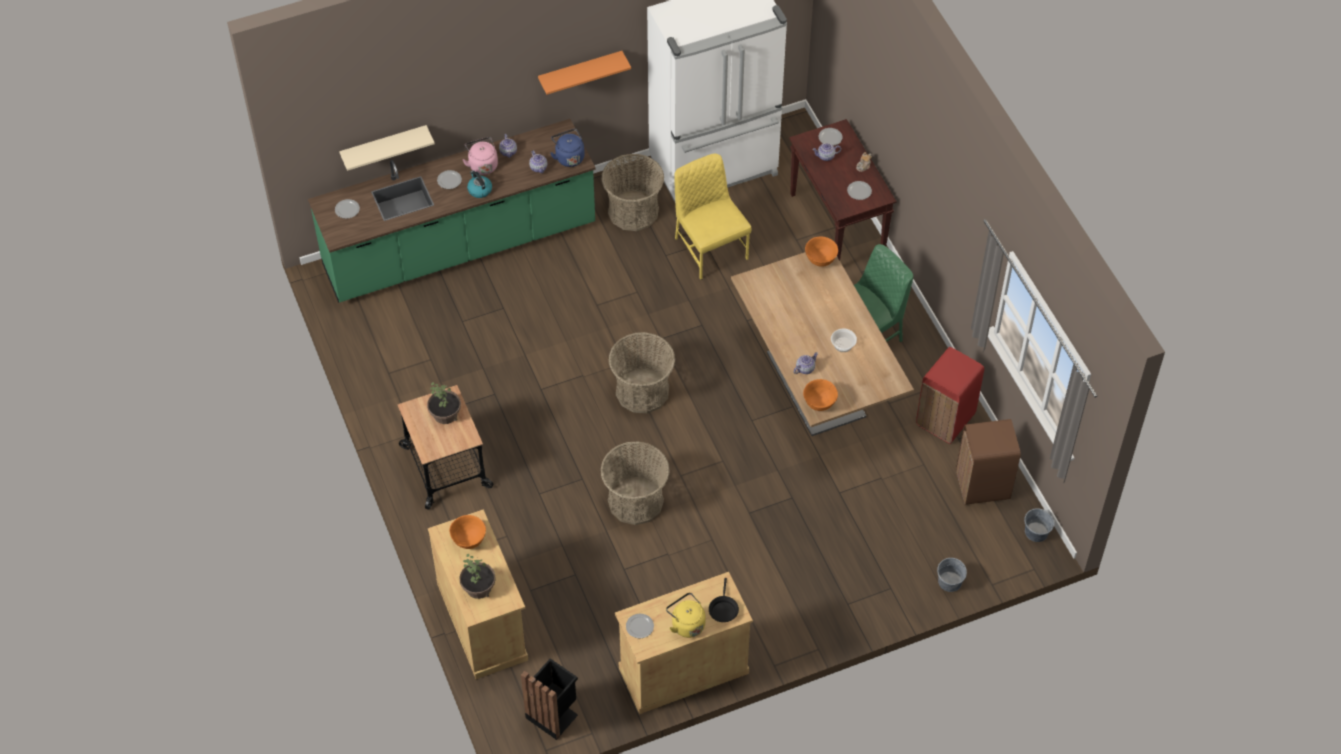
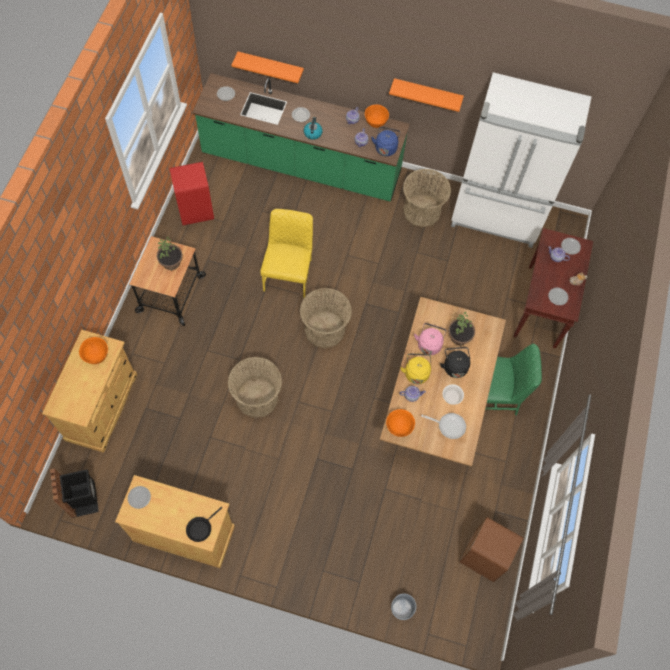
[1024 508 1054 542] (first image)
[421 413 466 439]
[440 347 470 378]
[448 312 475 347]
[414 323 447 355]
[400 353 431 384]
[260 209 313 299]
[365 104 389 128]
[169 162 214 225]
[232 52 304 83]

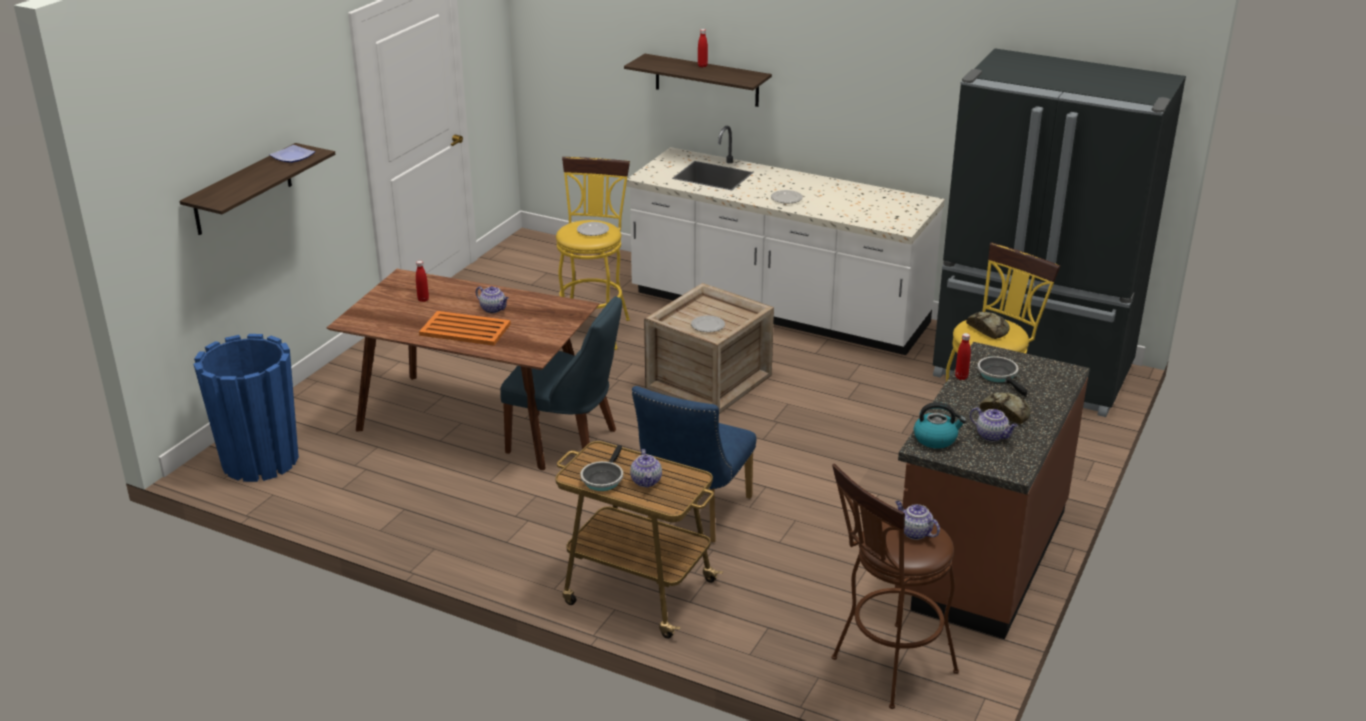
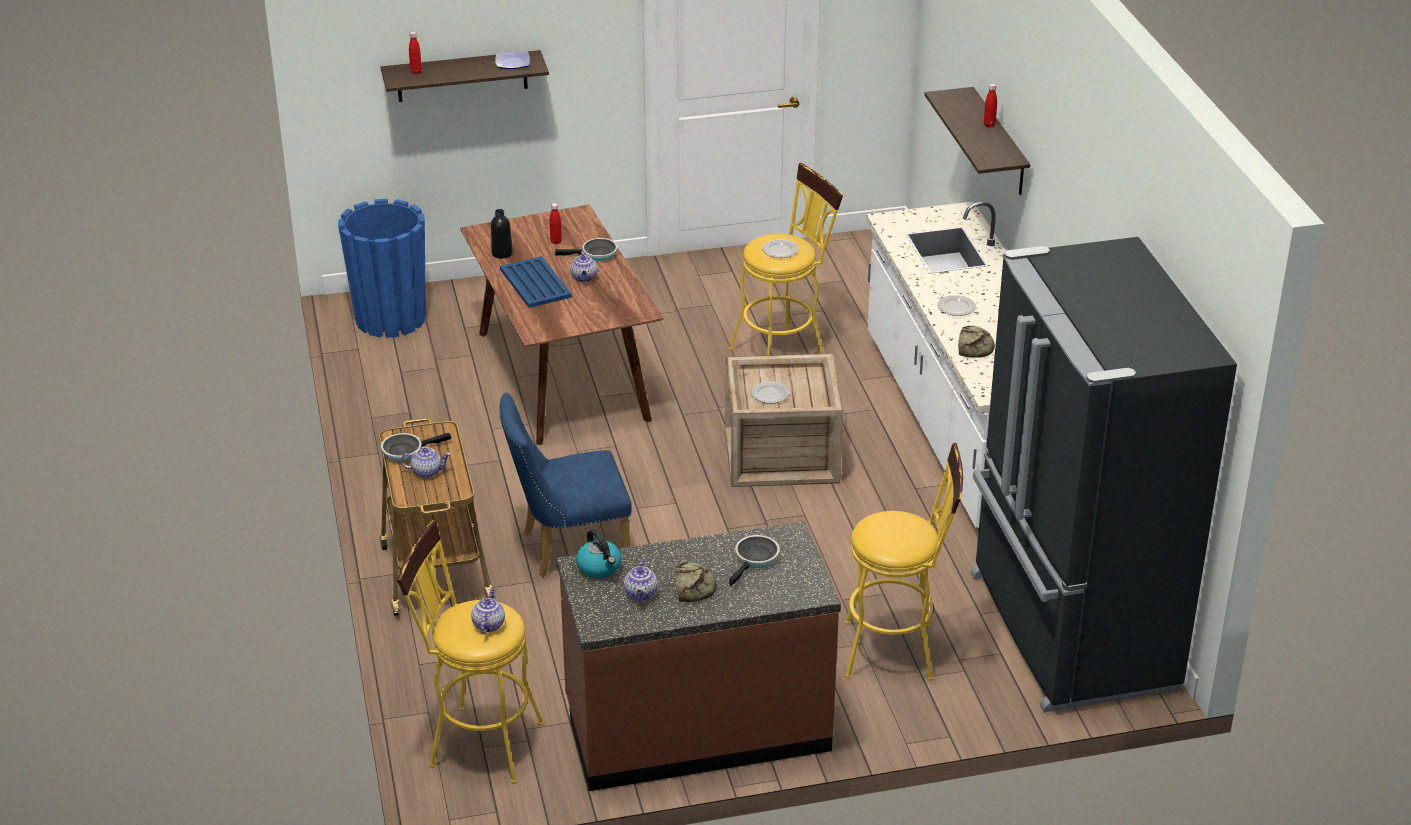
[500 297 622 454] (first image)
[491 209 513 259]
[555 238 618 261]
[409 32 422 74]
[958 326 995 358]
[500 256 572 308]
[397 520 544 784]
[400 447 451 478]

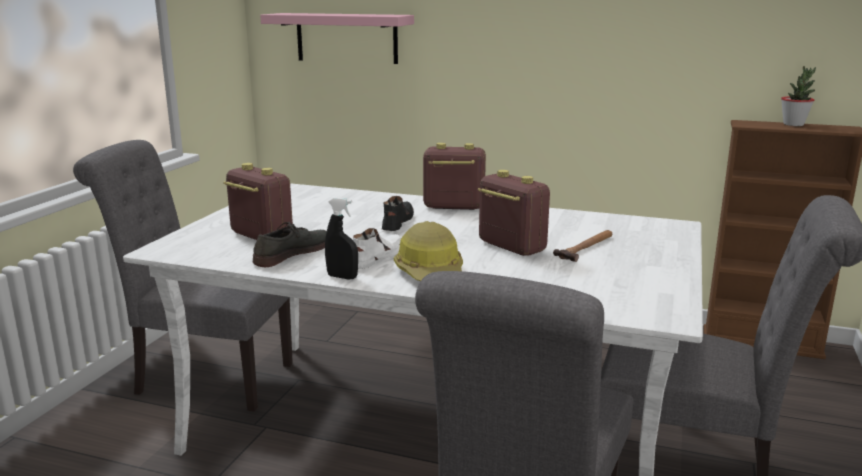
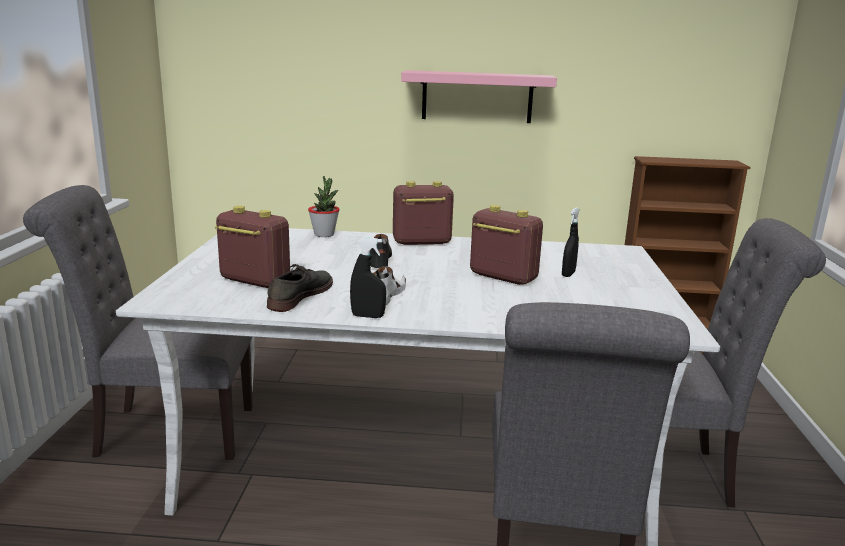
[394 221 463 281] (first image)
[401 70 557 123]
[308 176 339 237]
[562 208 579 277]

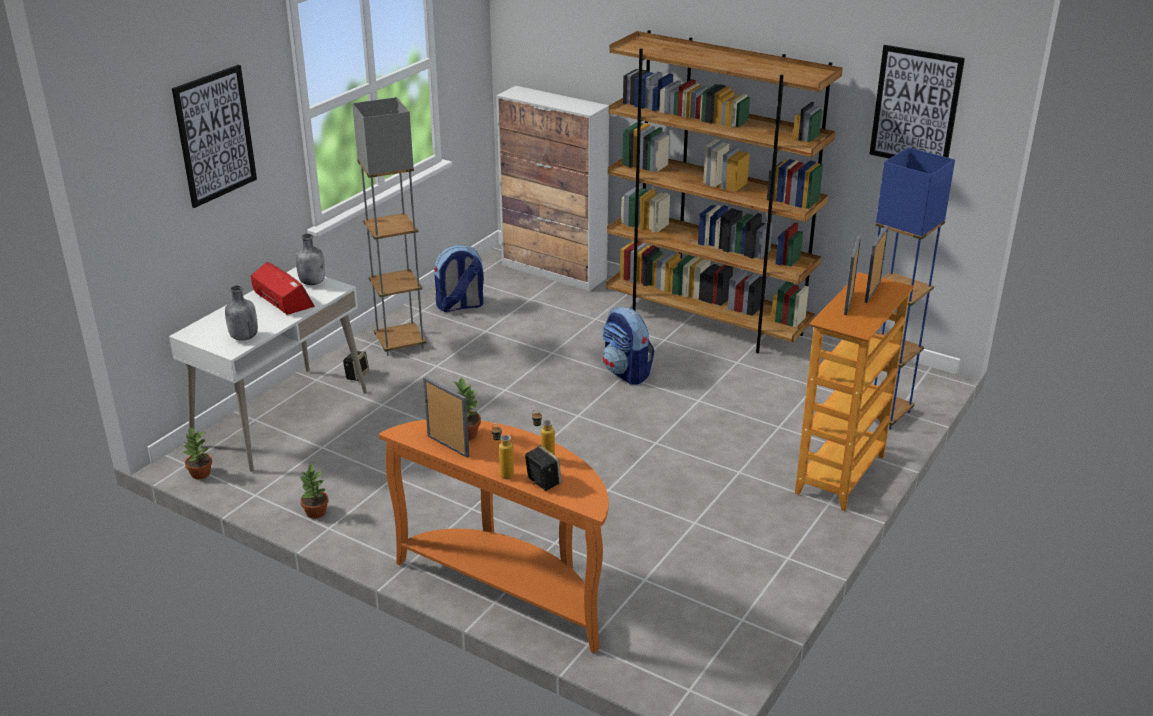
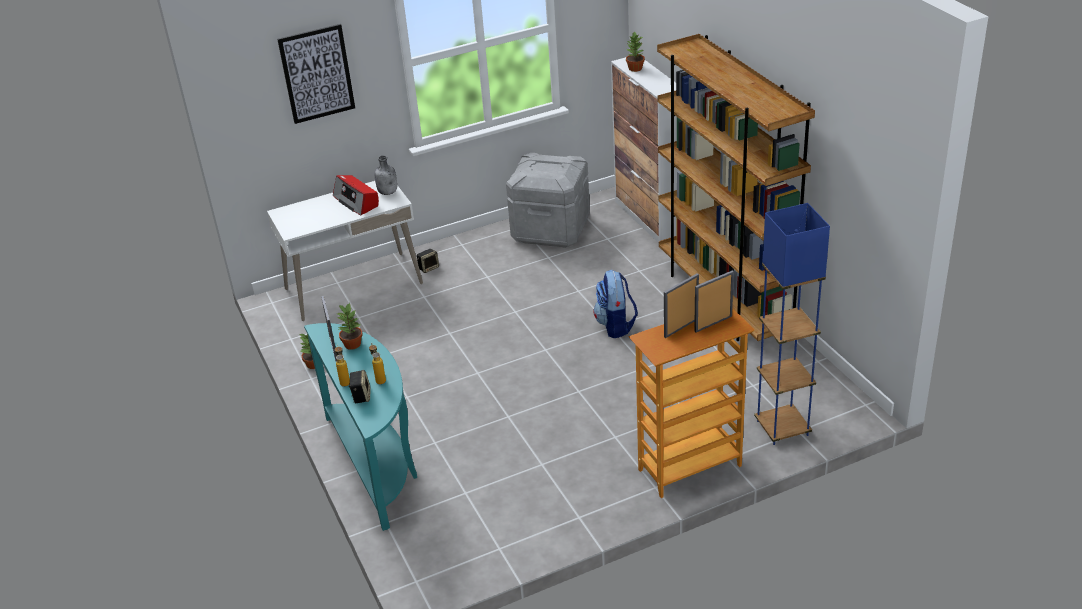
[225 285 258 341] (first image)
[352 97 426 356] (first image)
[869 45 965 159] (first image)
[626 31 645 72]
[506 153 590 248]
[304 323 417 531]
[333 175 379 216]

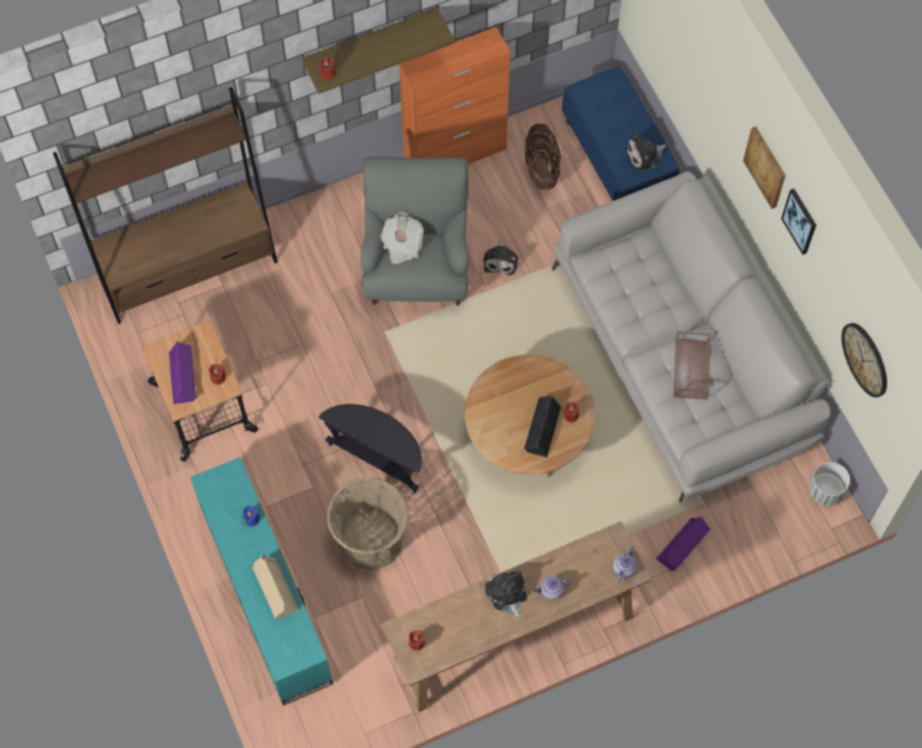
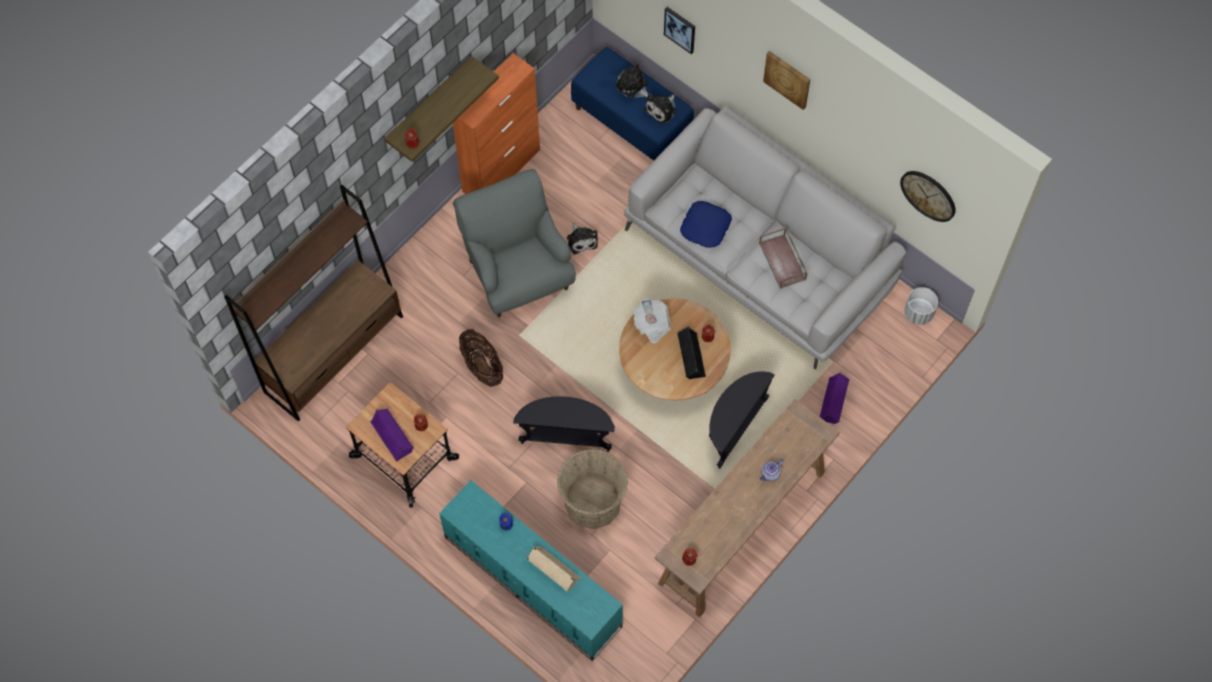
[613 546 637 582] (first image)
[680 201 732 248]
[709 371 775 469]
[634 298 671 344]
[616 63 649 98]
[459 329 503 387]
[664 7 695 54]

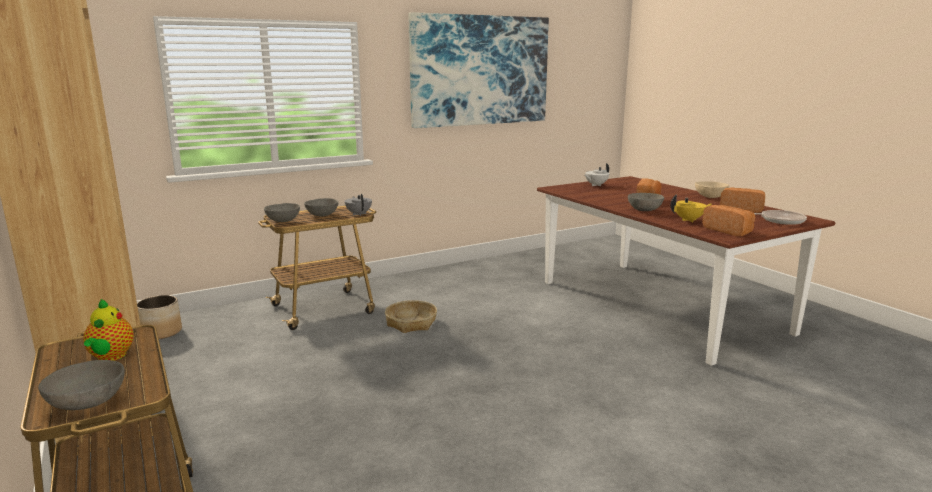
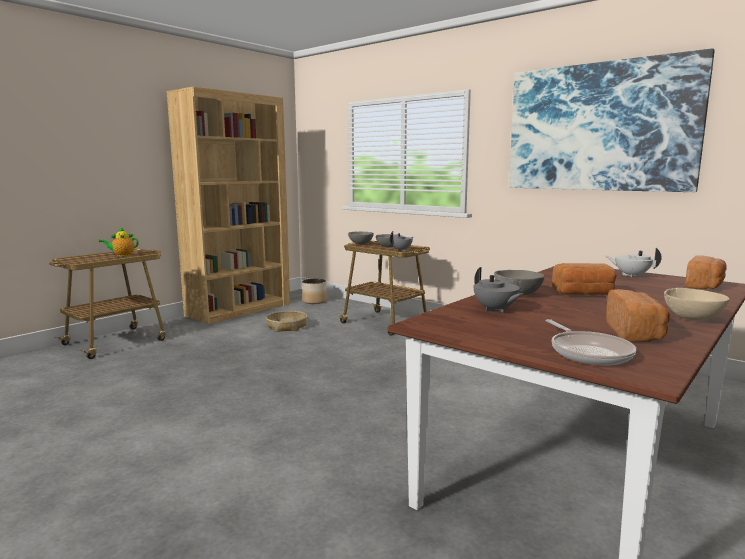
[38 360 125 410] (first image)
[266 311 307 332]
[685 255 727 289]
[474 267 523 313]

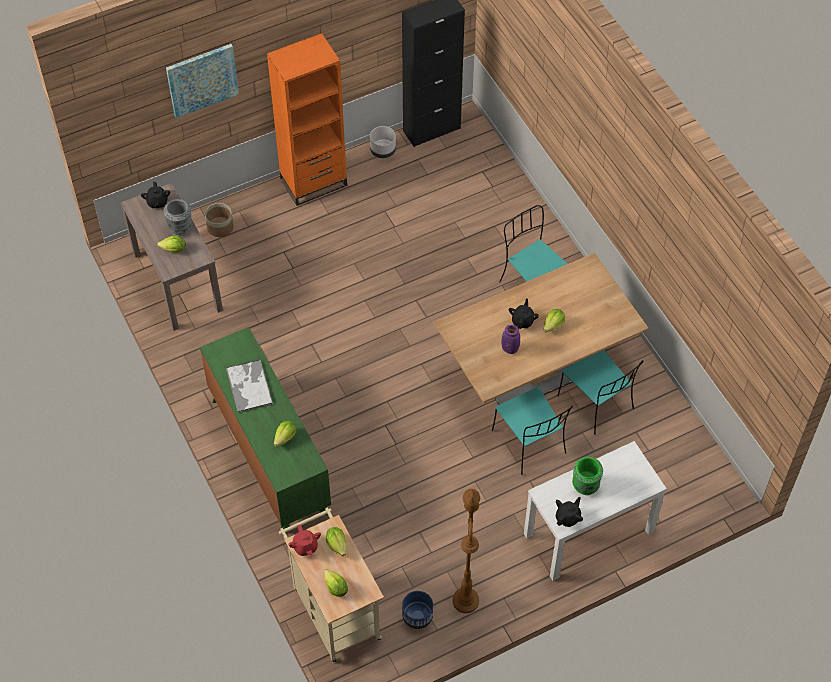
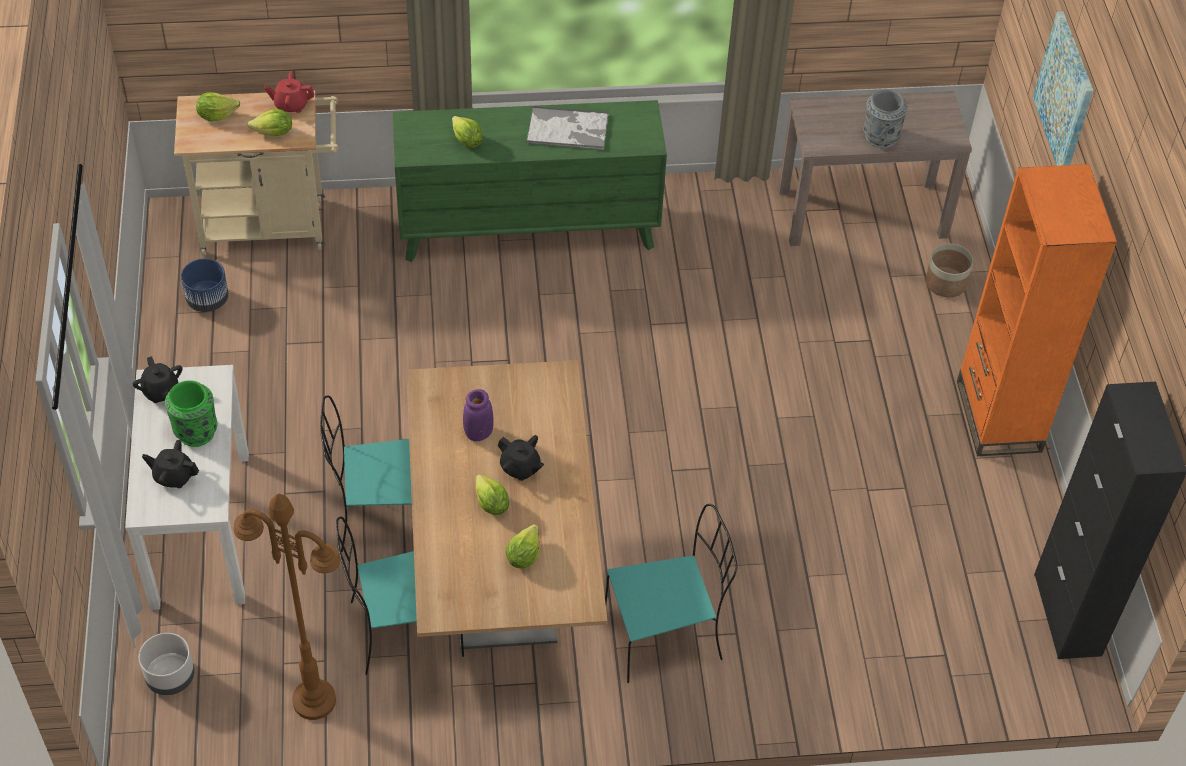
[142 440 199 488]
[505 524 539 569]
[139 633 195 695]
[233 494 341 720]

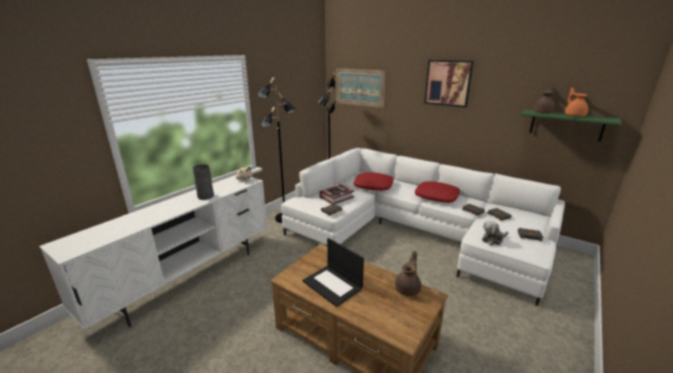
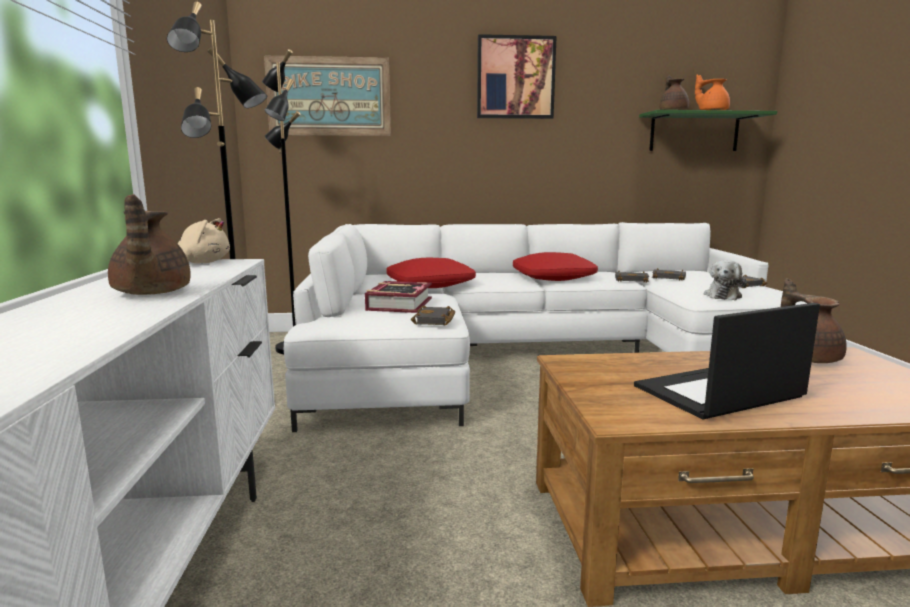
[108 194 191 295]
[634 303 820 419]

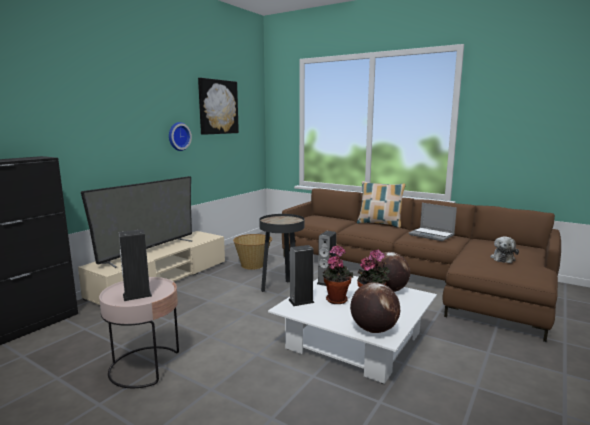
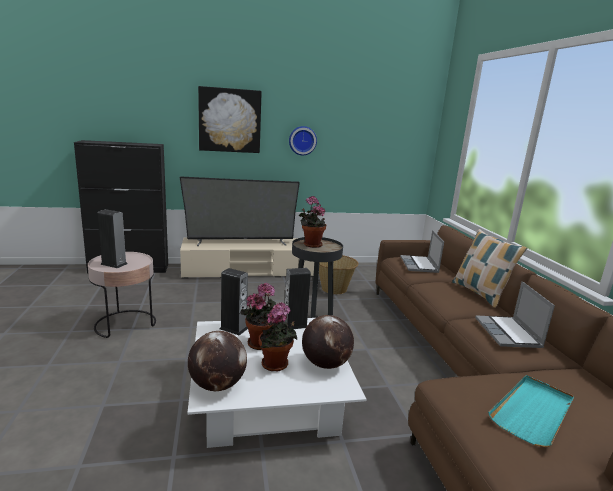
[299 196 326 248]
[400 230 444 273]
[198 86 262 153]
[488 375 574 447]

